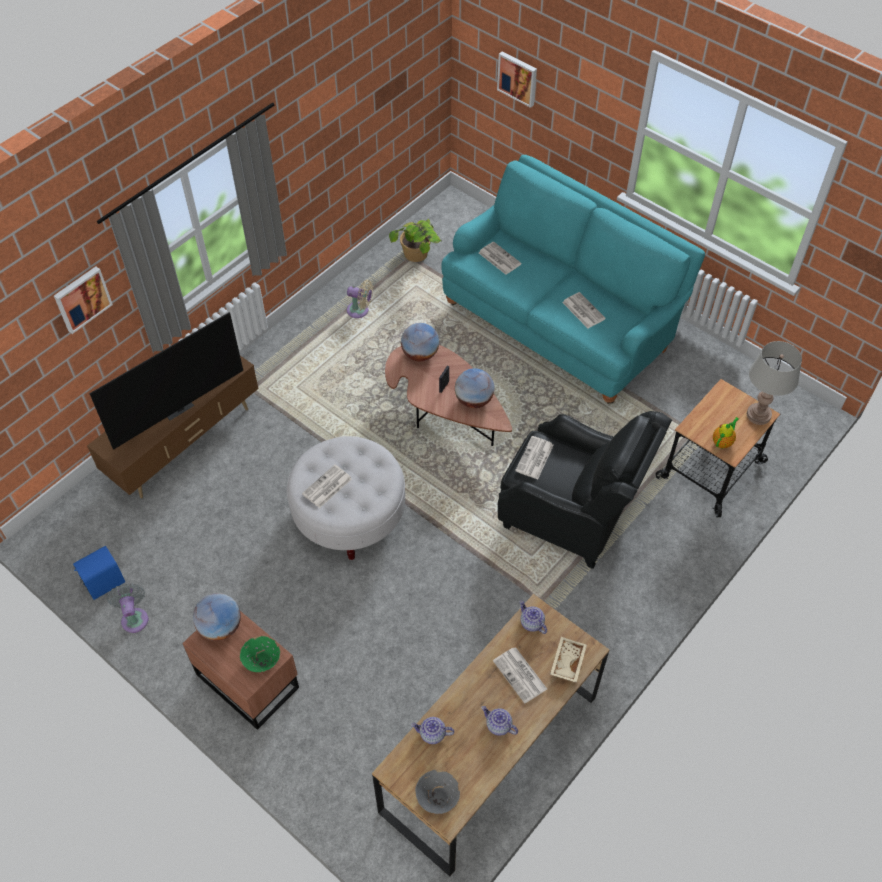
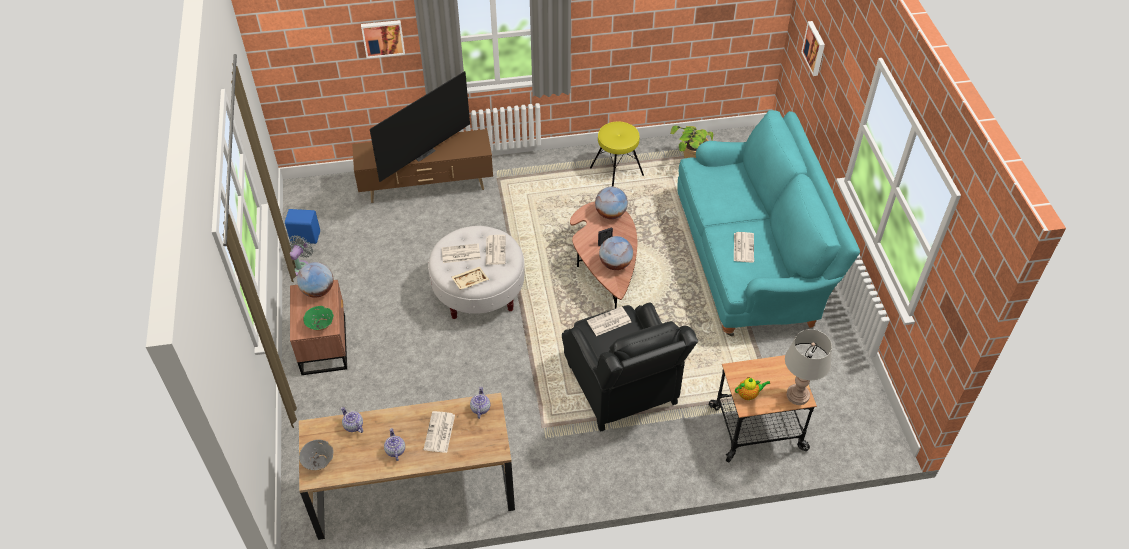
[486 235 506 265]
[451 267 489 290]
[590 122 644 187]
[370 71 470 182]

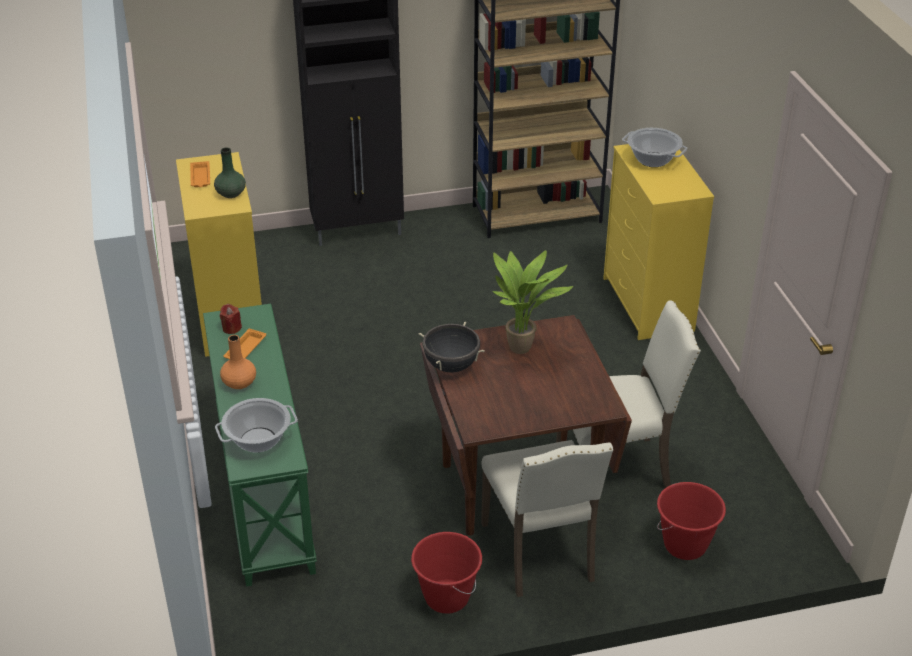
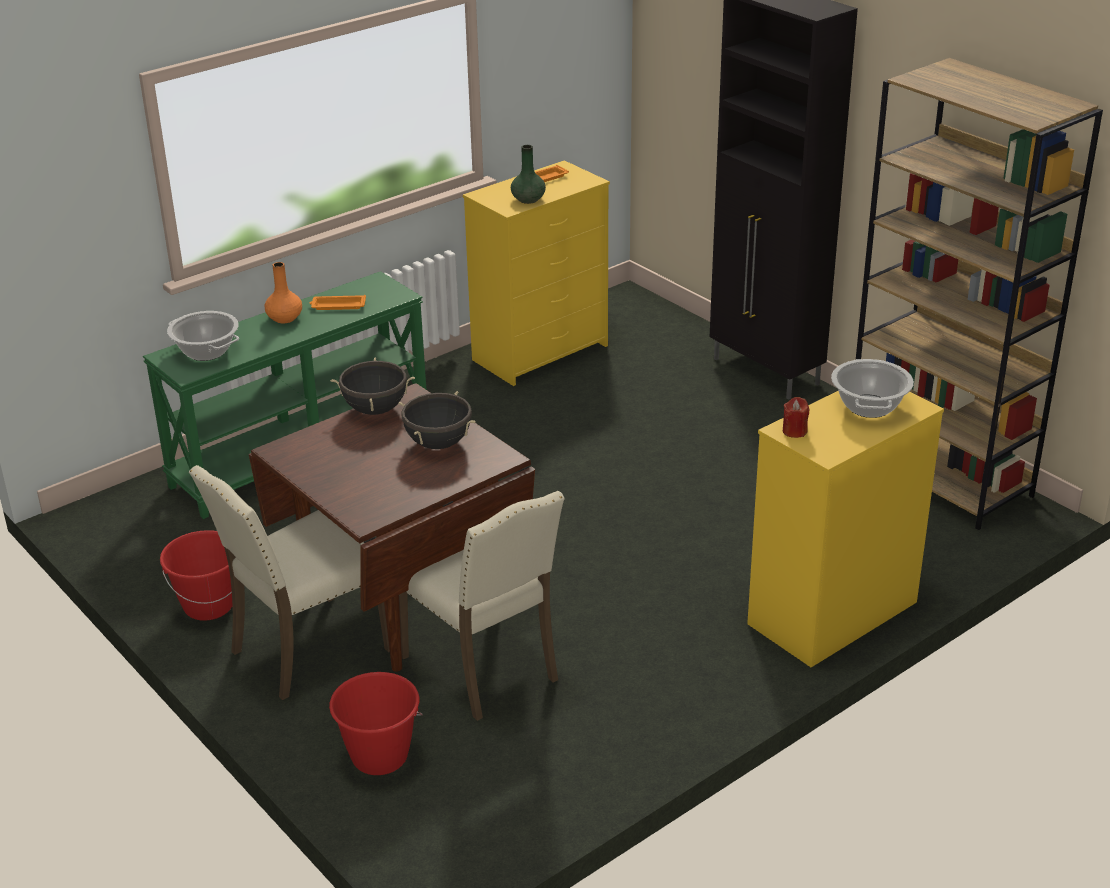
[783 397 810 438]
[398 391 476 449]

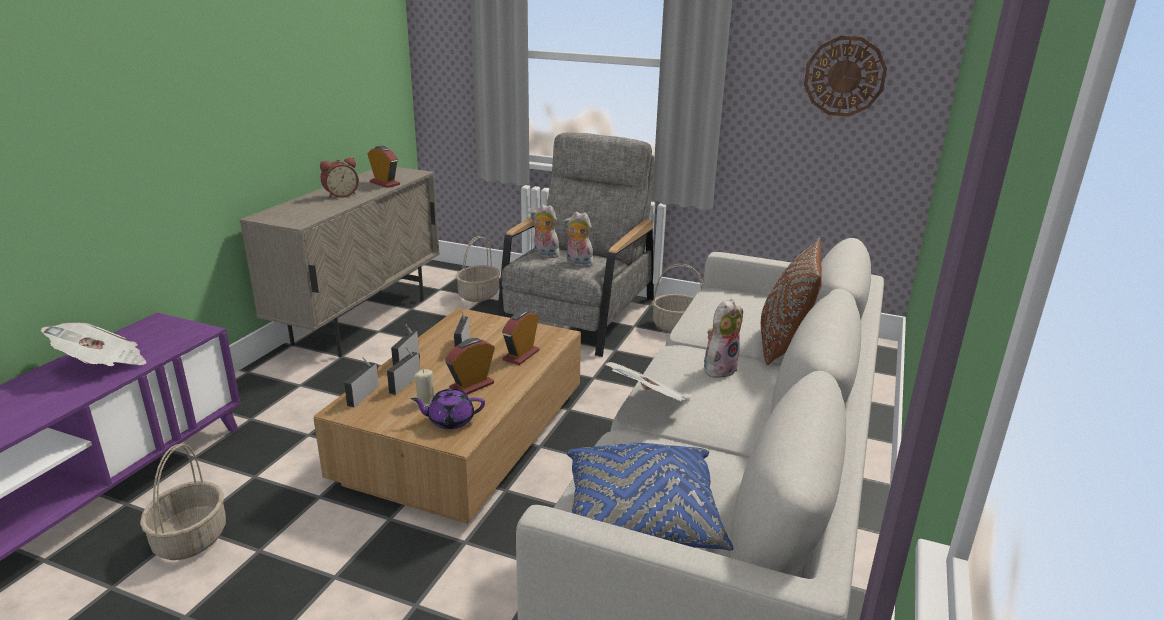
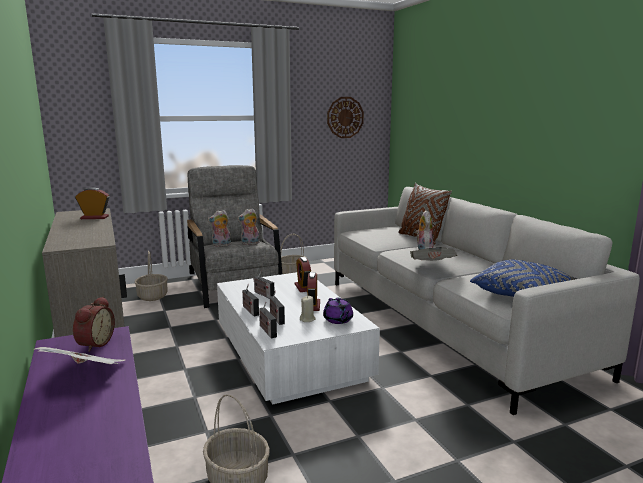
[73 296 115 352]
[217 272 380 405]
[323 297 353 324]

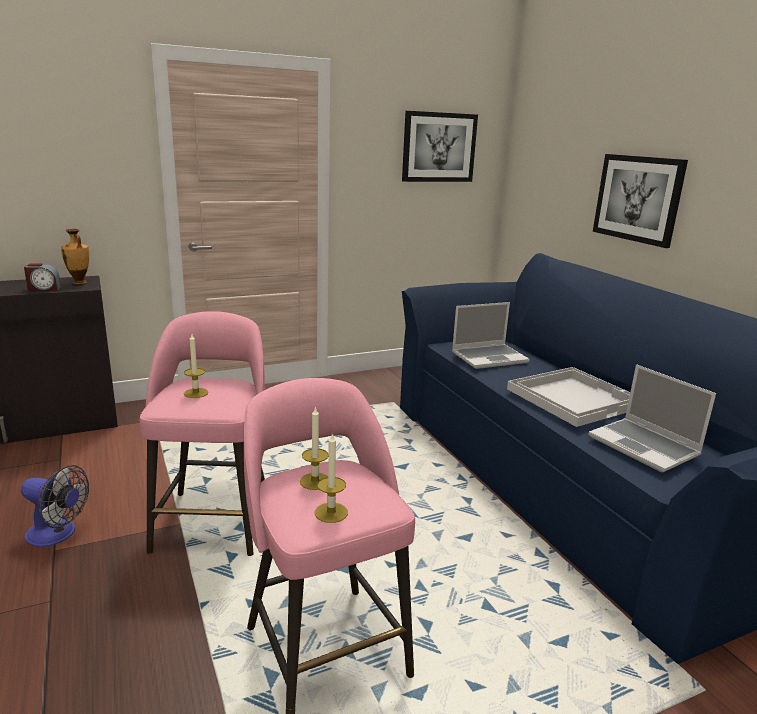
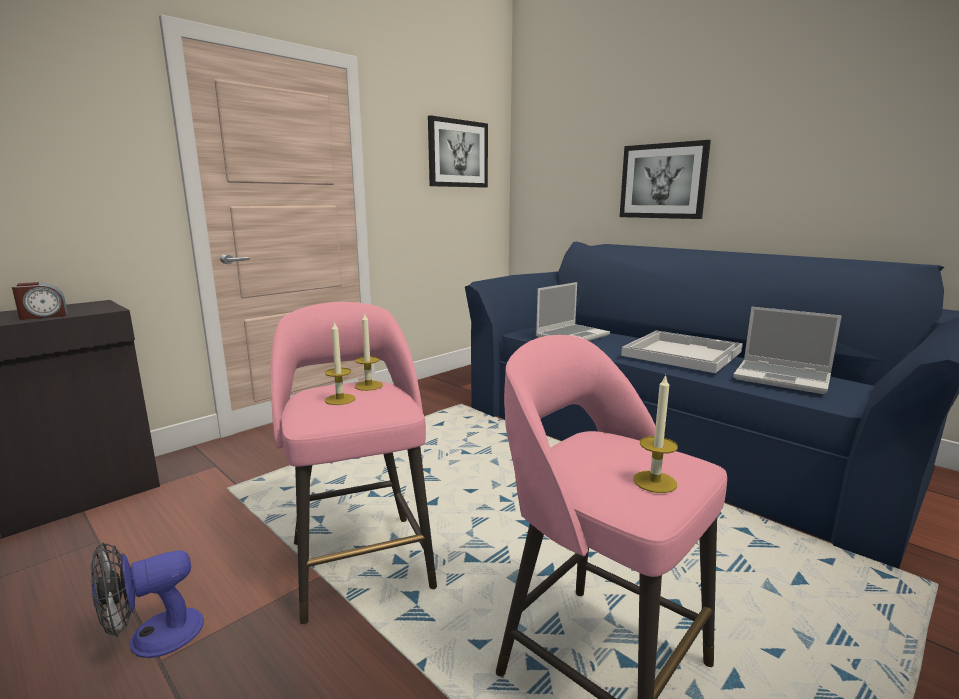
[61 229 89 284] (first image)
[355 312 383 391]
[91 542 204 658]

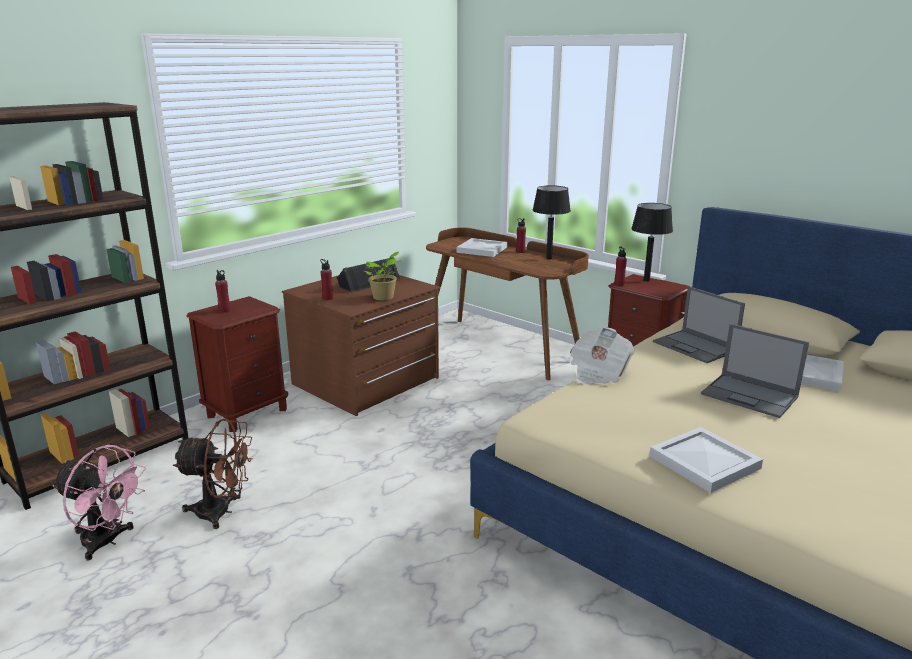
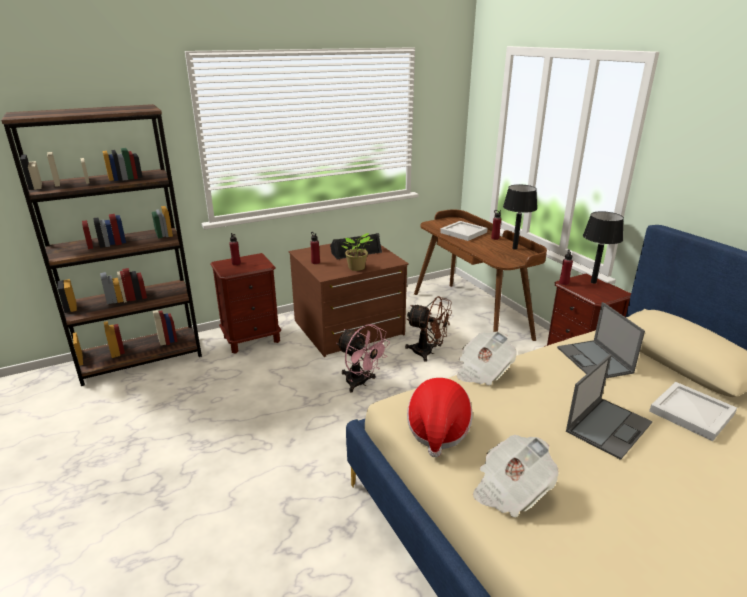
[407 378 473 458]
[336 324 390 393]
[405 296 452 362]
[473 435 558 518]
[566 354 652 460]

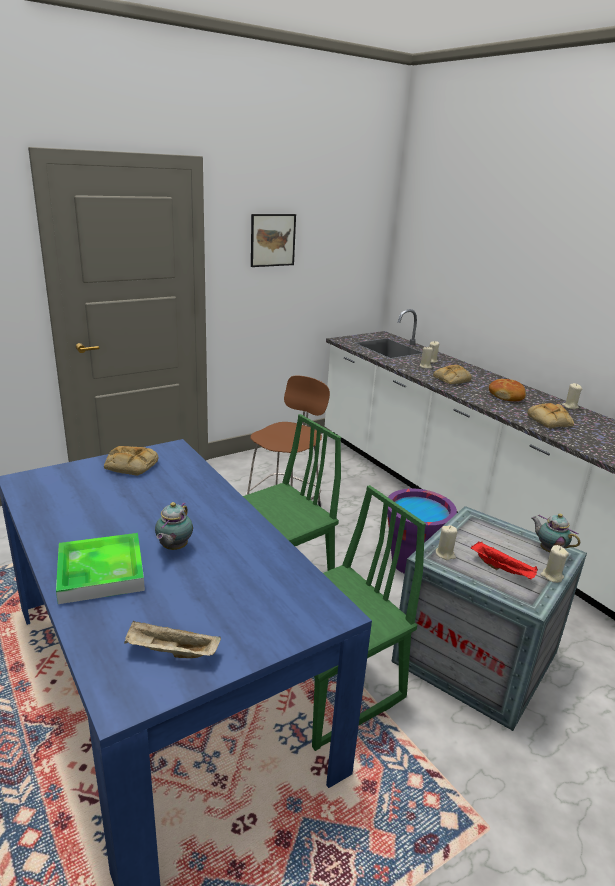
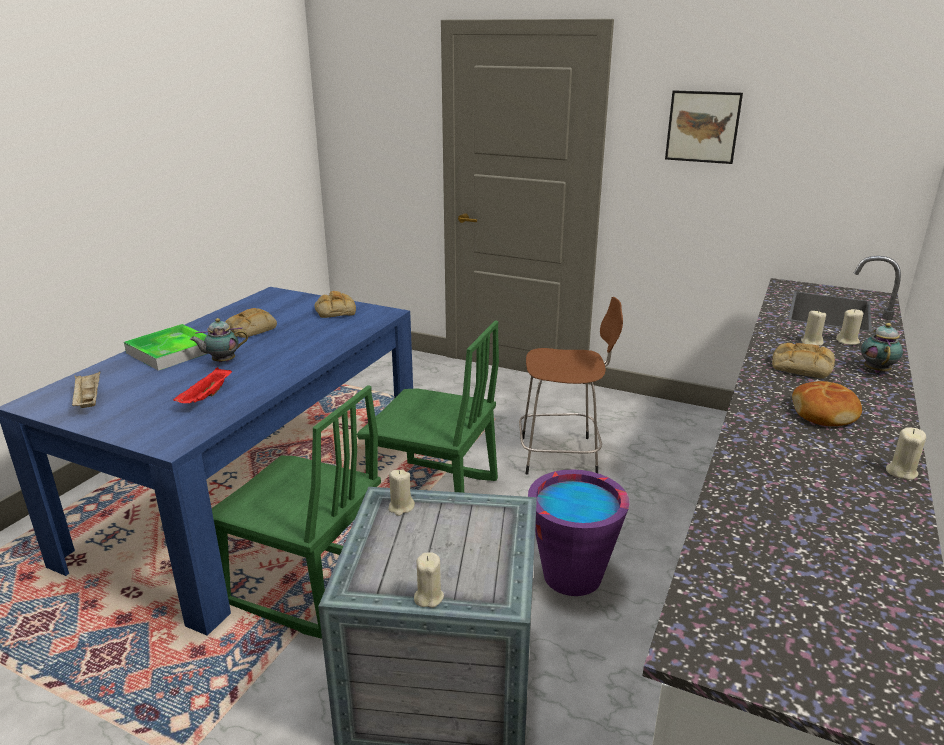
[173 367 232 403]
[225 308 277 338]
[861 323 903 373]

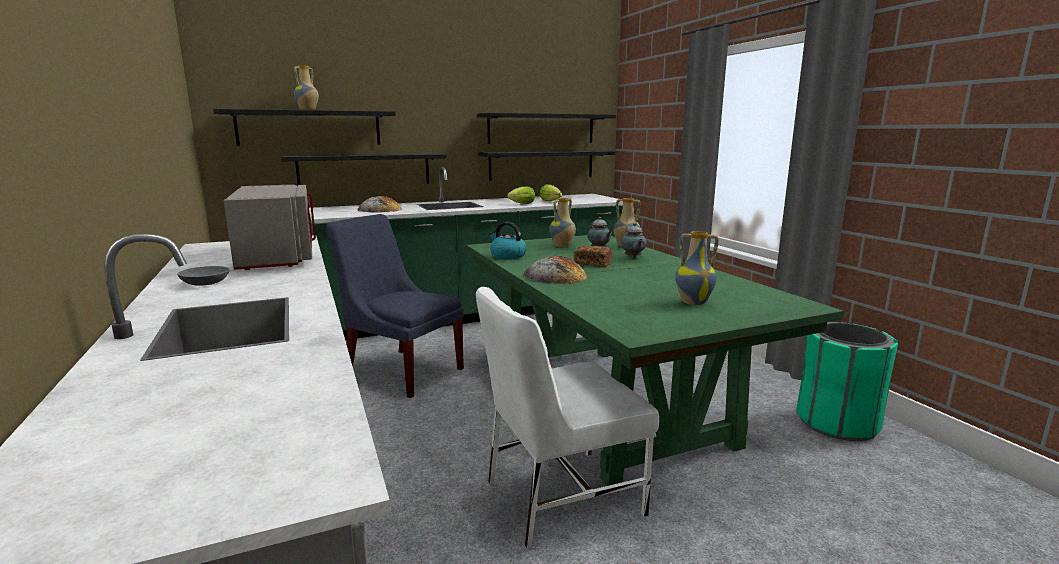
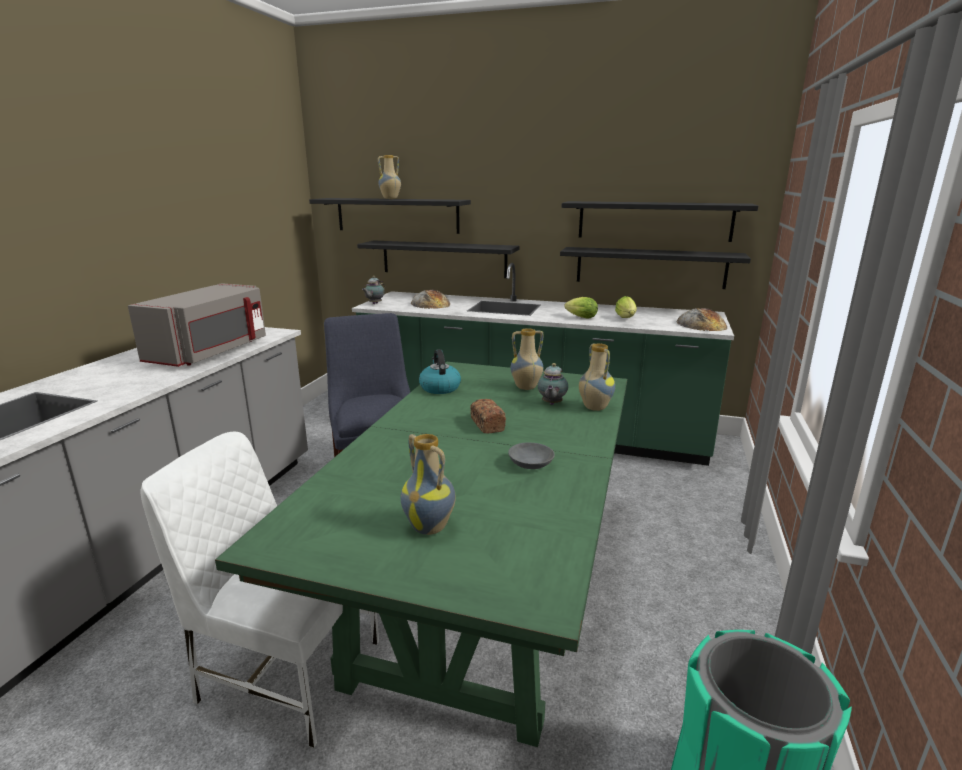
[508 442 555 469]
[677 308 727 331]
[362 276 385 304]

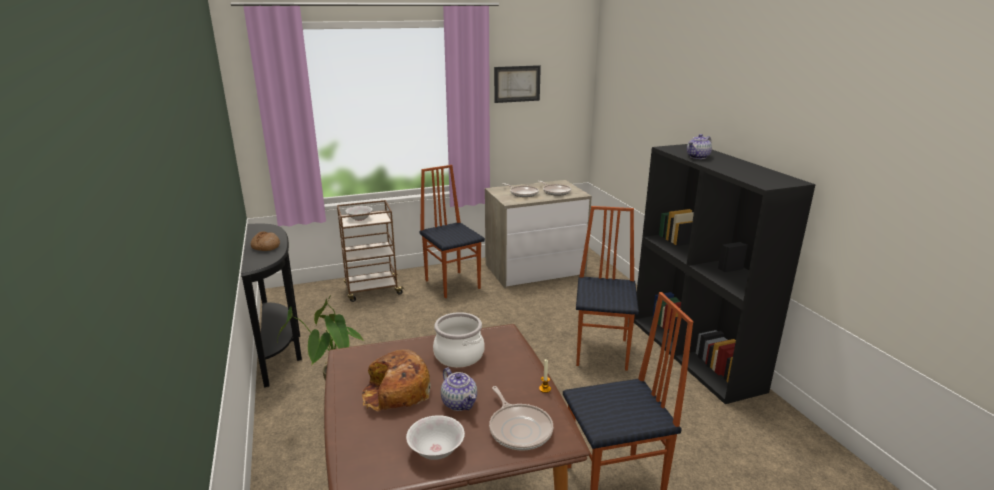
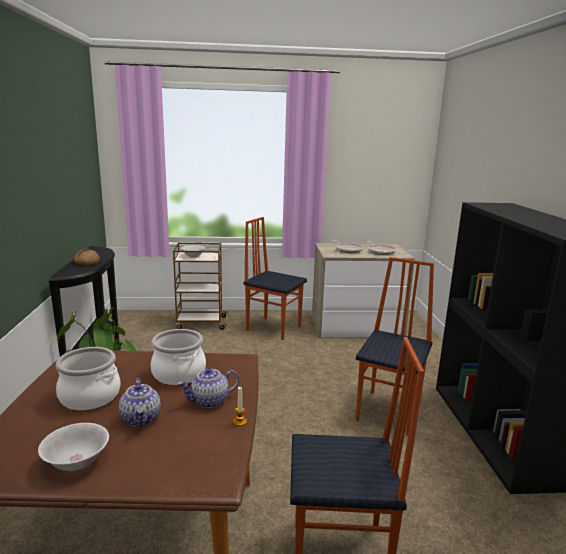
[489 386 553 451] (first image)
[494 65 541 103] (first image)
[178 368 239 408]
[56 347 121 410]
[244 217 307 340]

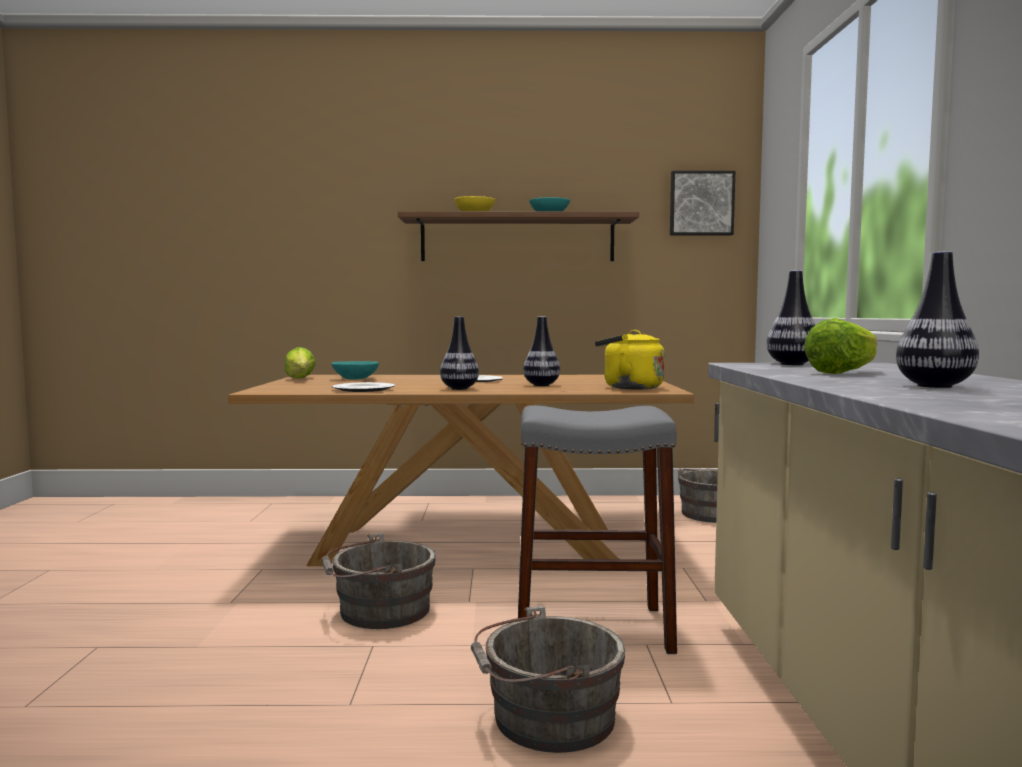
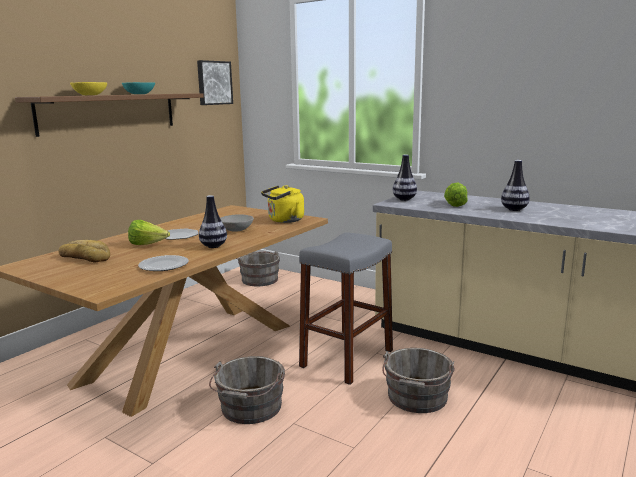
[128 220 170 245]
[58 240 110 263]
[220 214 254 232]

